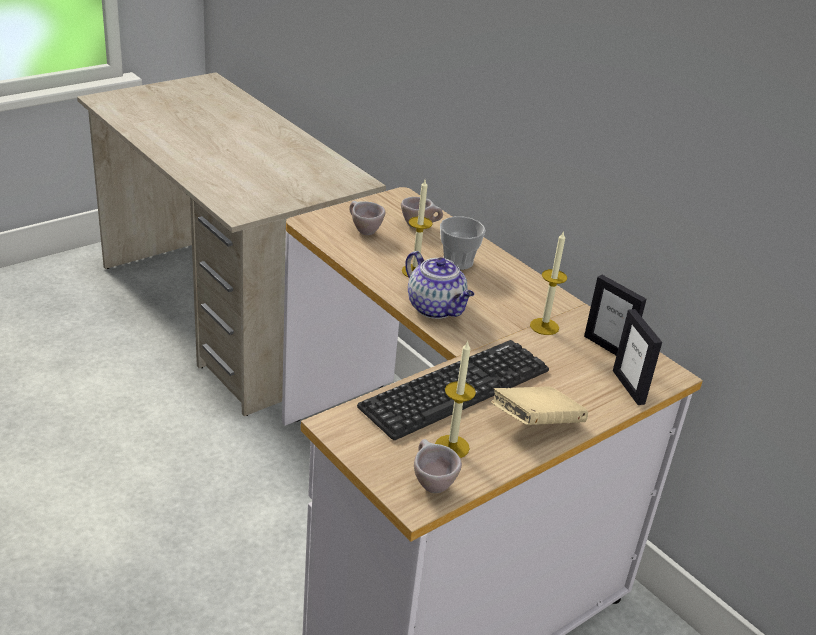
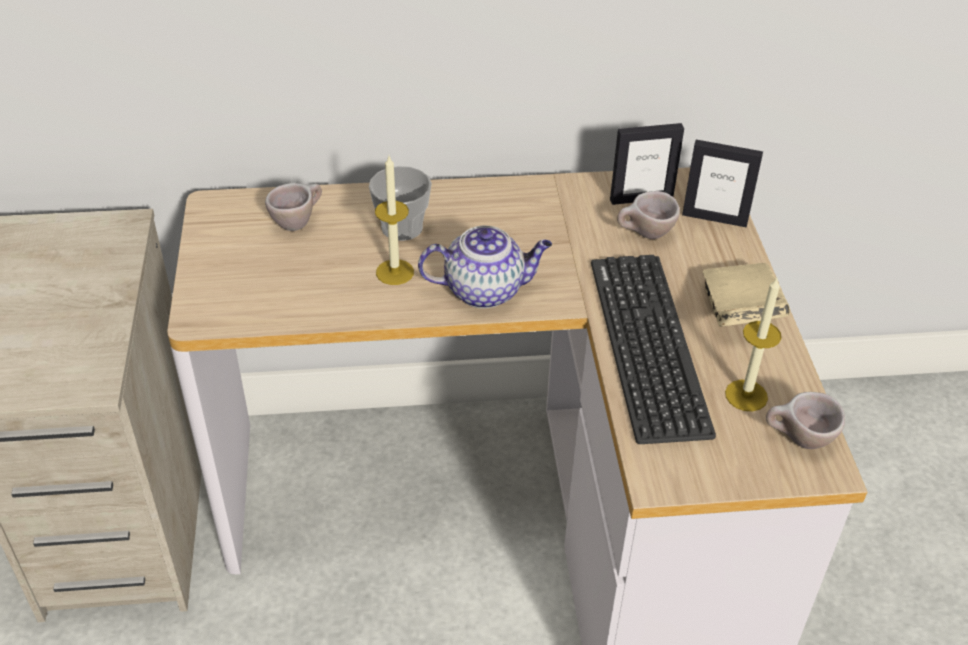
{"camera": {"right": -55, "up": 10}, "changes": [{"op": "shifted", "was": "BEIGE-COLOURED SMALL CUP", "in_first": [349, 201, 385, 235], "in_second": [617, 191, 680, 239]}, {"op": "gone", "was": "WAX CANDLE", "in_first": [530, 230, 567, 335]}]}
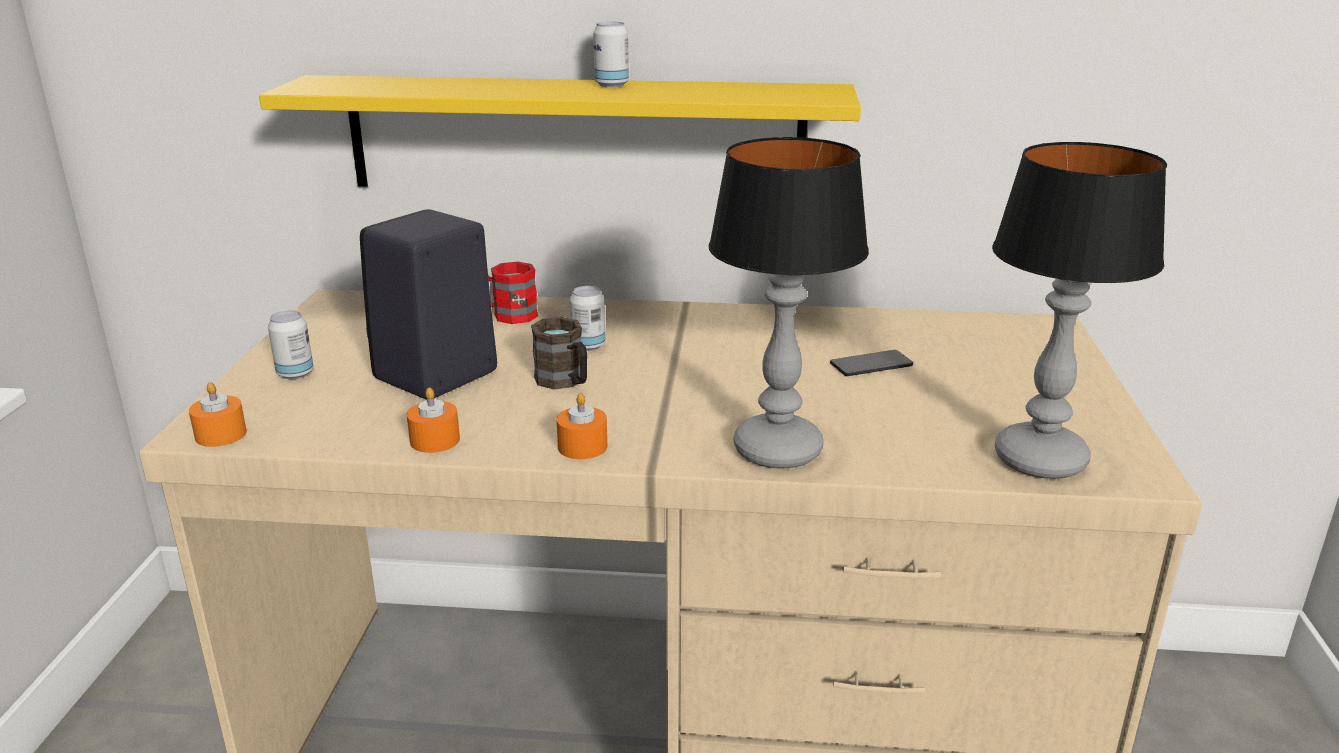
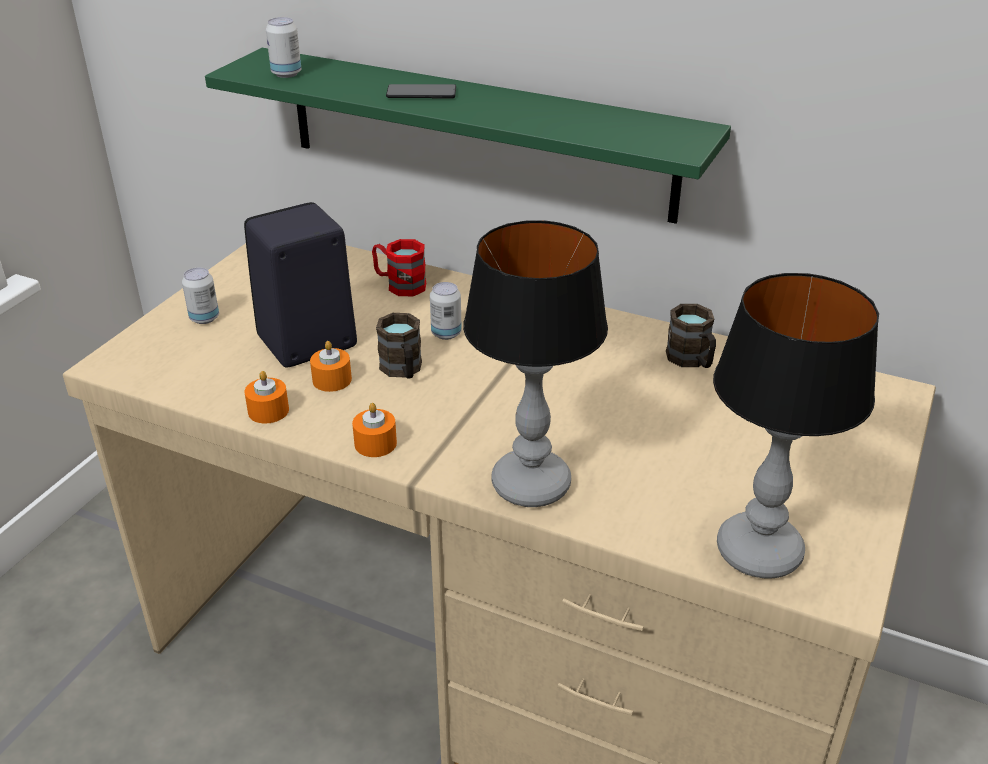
{"camera": {"right": 20, "up": 10}, "changes": [{"op": "repainted", "was": "YELLOWISH BRACKET SHELF", "now": "GREENISH BRACKET SHELF", "in_first": [259, 75, 861, 187], "in_second": [205, 48, 731, 224]}, {"op": "shifted", "was": "SEALED CAN", "in_first": [593, 22, 629, 87], "in_second": [266, 17, 301, 78]}, {"op": "shifted", "was": "ORANGE WAX CANDLE", "in_first": [189, 382, 247, 447], "in_second": [310, 341, 352, 392]}, {"op": "shifted", "was": "HANDSET", "in_first": [830, 350, 913, 376], "in_second": [386, 84, 456, 98]}, {"op": "new", "now": "BROWN TEA MUG", "in_second": [666, 304, 716, 368]}]}
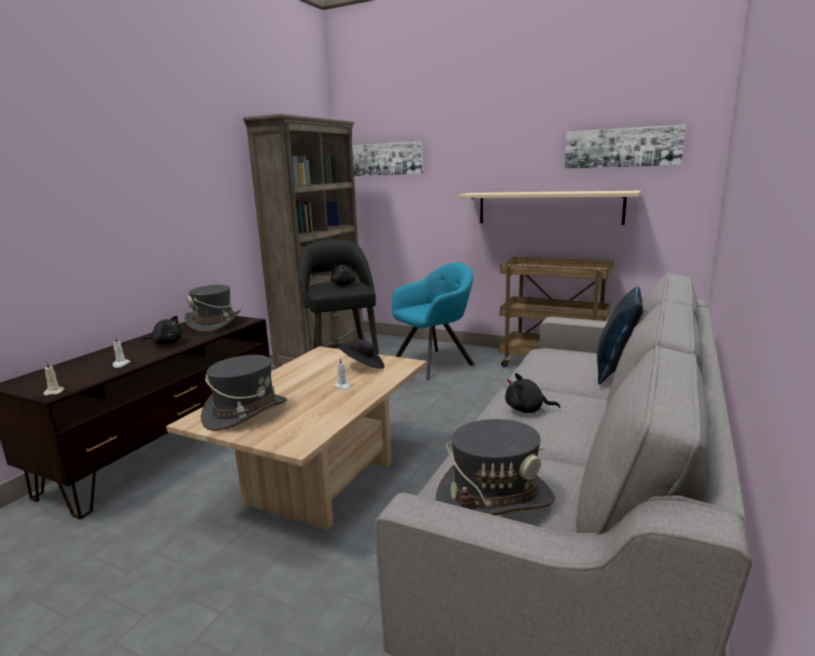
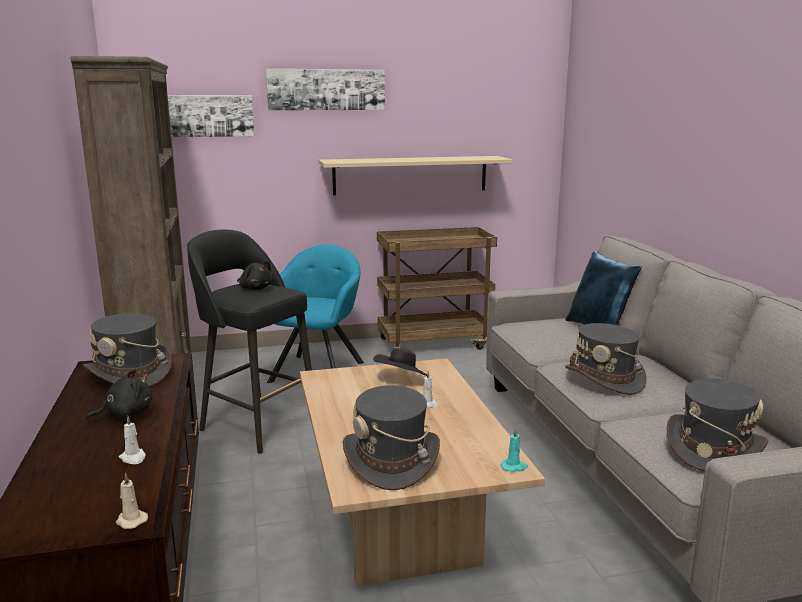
{"camera": {"right": -40, "up": 0}, "changes": [{"op": "shifted", "was": "WALL PICTURE", "in_first": [565, 124, 686, 169], "in_second": [266, 69, 385, 111]}, {"op": "new", "now": "TURQUOISE WAX CANDLE", "in_second": [501, 427, 528, 472]}, {"op": "swapped", "was": "BLACK CUDDLY TOY", "now": "GREY CLOTHING HAT", "in_first": [505, 373, 560, 413], "in_second": [565, 323, 647, 395]}]}
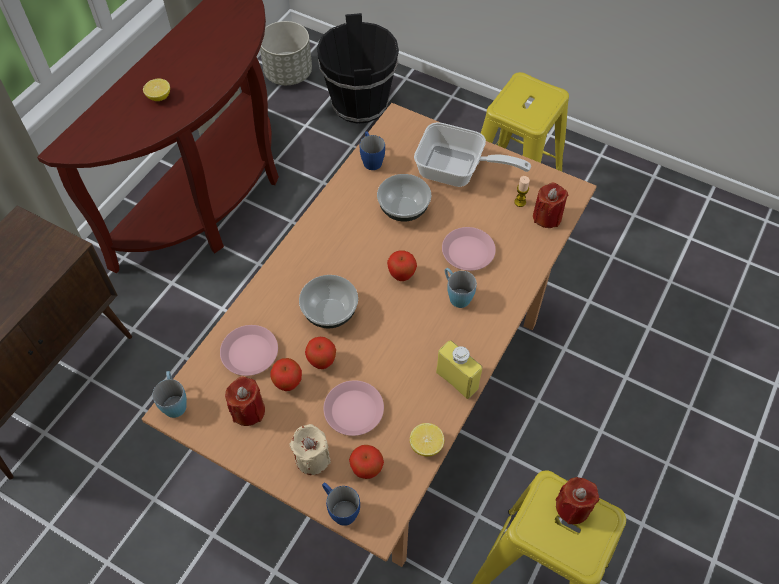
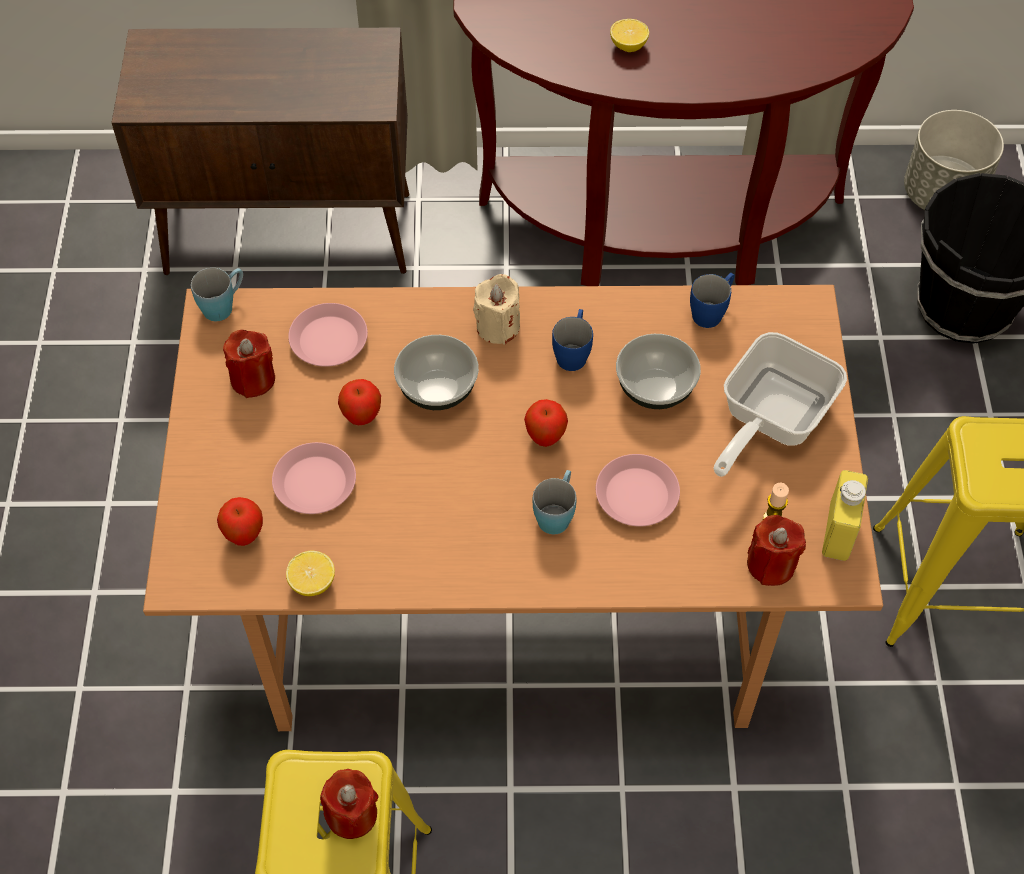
{"camera": {"right": 60, "up": 0}, "changes": [{"op": "shifted", "was": "BEIGE-COLOURED WAX CANDLE", "in_first": [289, 424, 331, 475], "in_second": [473, 274, 520, 345]}, {"op": "shifted", "was": "BLUE-COLOURED TEA MUG", "in_first": [322, 482, 360, 526], "in_second": [552, 309, 593, 371]}, {"op": "rotated", "was": "FRYING PAN", "in_first": [414, 122, 531, 187], "in_second": [713, 332, 847, 477], "clockwise": 45}, {"op": "shifted", "was": "YELLOWISH BOTTLE", "in_first": [436, 341, 482, 399], "in_second": [822, 470, 868, 561]}, {"op": "gone", "was": "WHOLE APPLE", "in_first": [270, 358, 302, 391]}]}
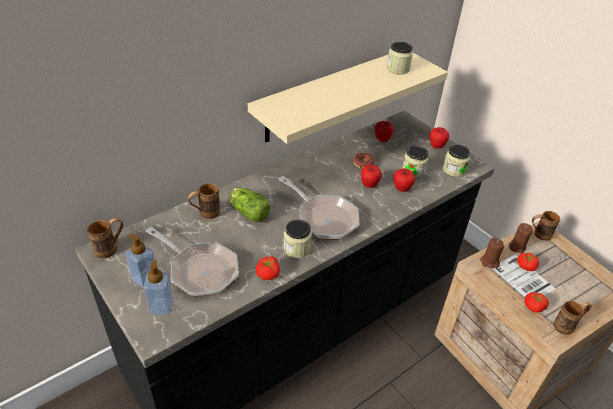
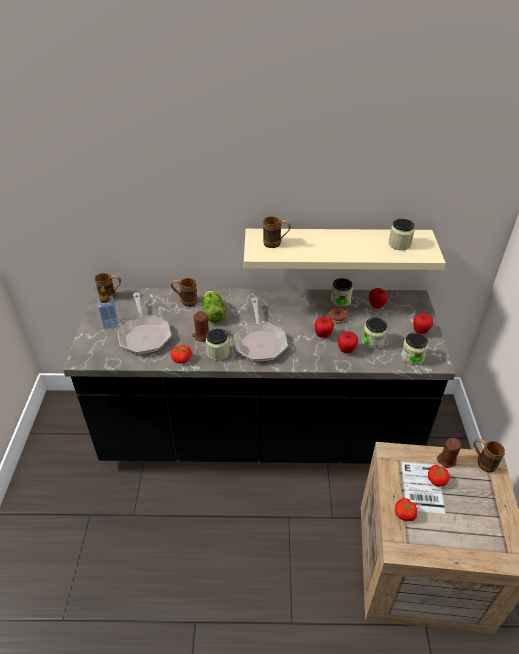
{"camera": {"right": 40, "up": 0}, "changes": [{"op": "shifted", "was": "BROWN WAX CANDLE", "in_first": [480, 238, 504, 268], "in_second": [193, 311, 209, 342]}, {"op": "shifted", "was": "BROWN TEA MUG", "in_first": [554, 301, 592, 335], "in_second": [263, 216, 291, 248]}, {"op": "new", "now": "JAR", "in_second": [330, 278, 353, 307]}, {"op": "gone", "was": "SOAP DISPENSER", "in_first": [143, 260, 174, 315]}]}
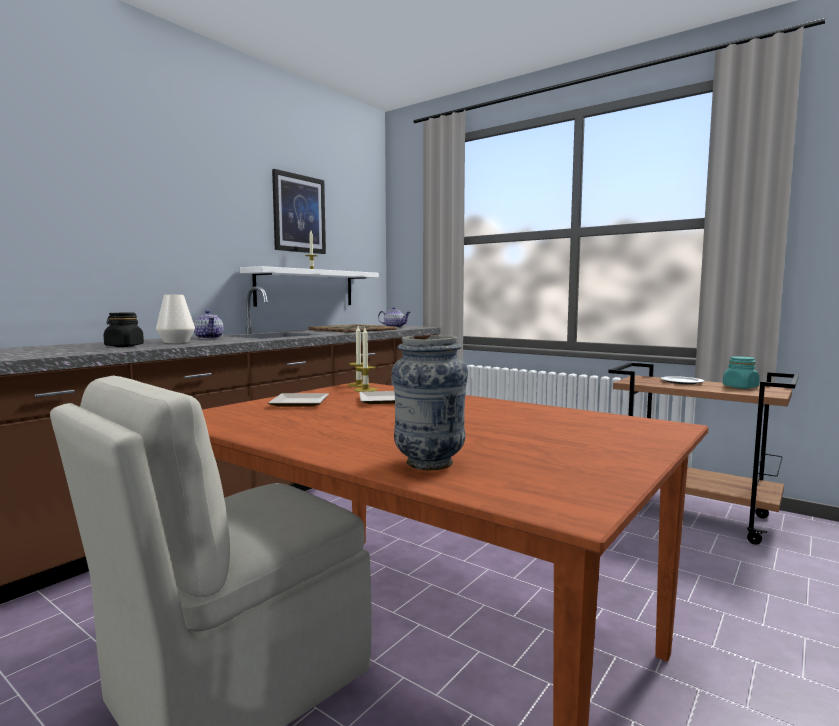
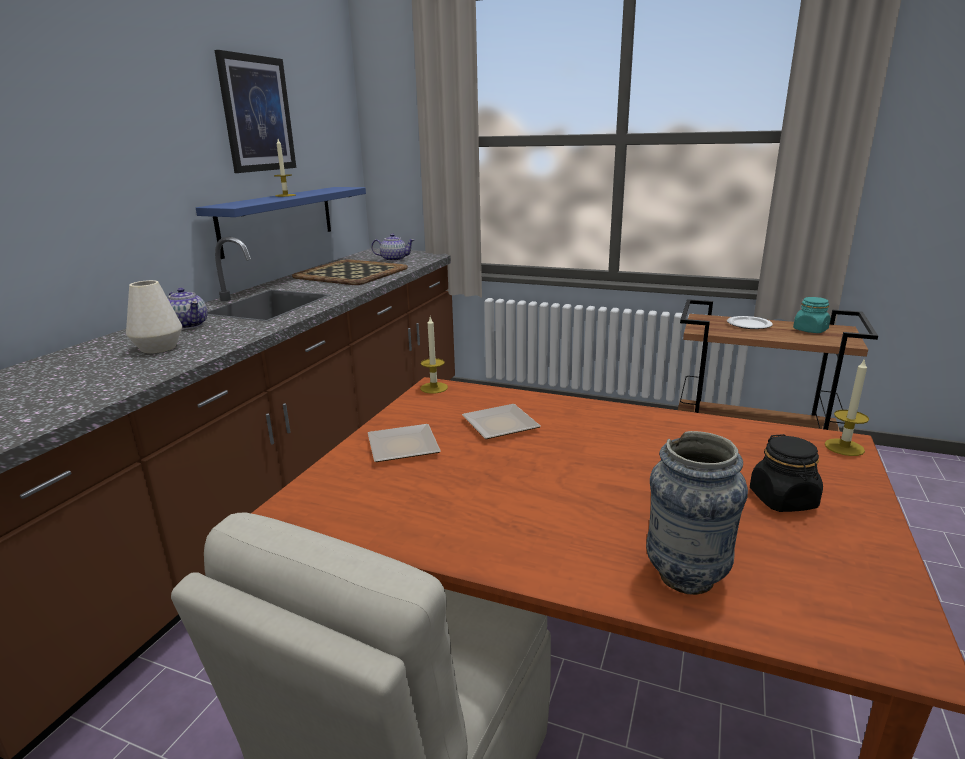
{"camera": {"right": -15, "up": 15}, "changes": [{"op": "repainted", "was": "WHITE-COLOURED BRACKET SHELF", "now": "BLUE-COLOURED BRACKET SHELF", "in_first": [240, 266, 379, 307], "in_second": [196, 187, 366, 259]}, {"op": "shifted", "was": "BLACK JAR", "in_first": [104, 313, 144, 347], "in_second": [750, 434, 823, 512]}, {"op": "shifted", "was": "WAX CANDLE", "in_first": [354, 328, 377, 392], "in_second": [825, 358, 869, 456]}]}
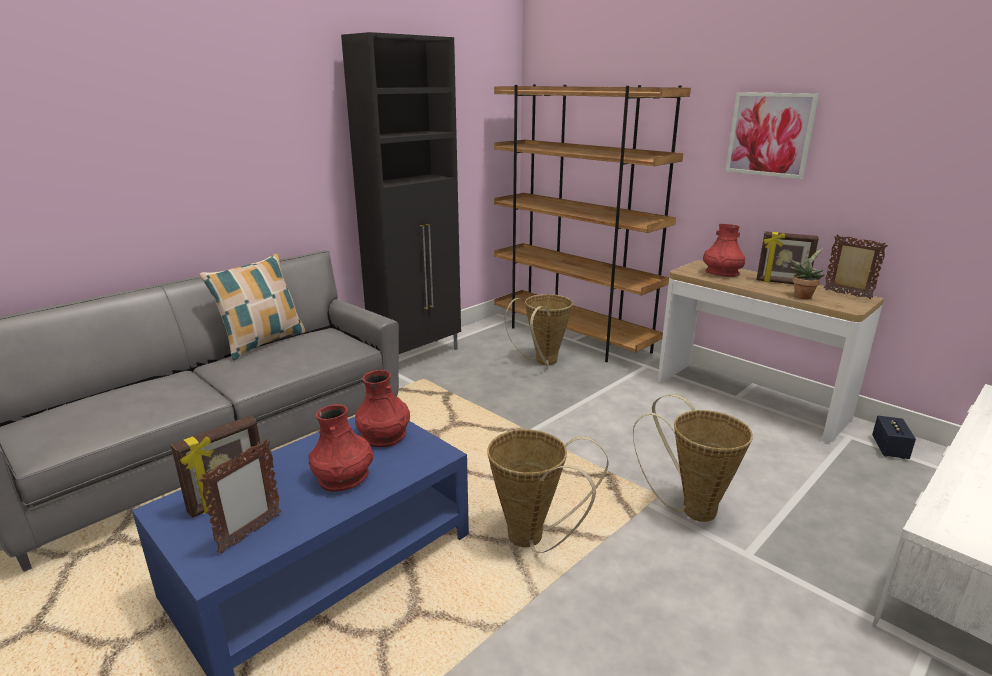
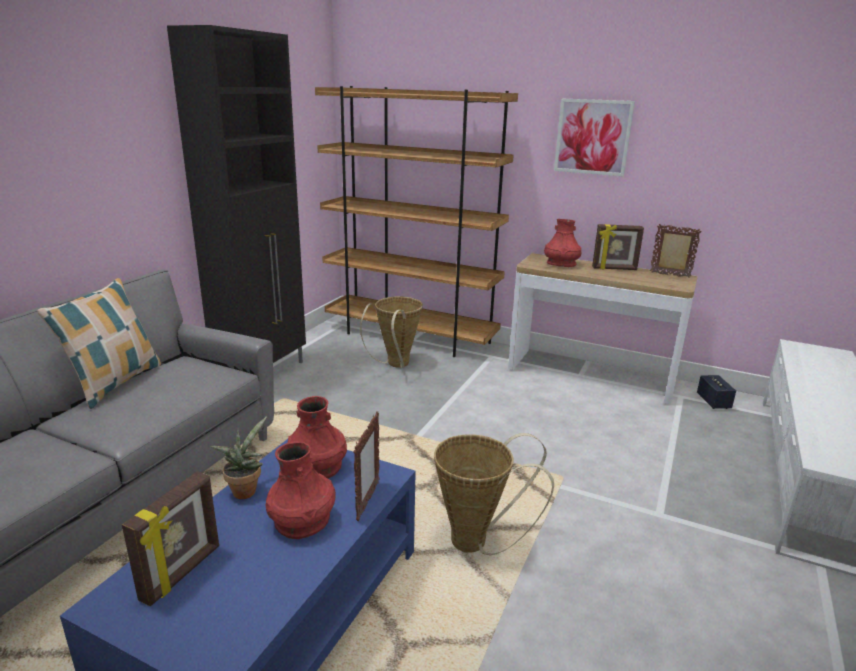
{"camera": {"right": -20, "up": 0}, "changes": [{"op": "shifted", "was": "PLANT IN A POT", "in_first": [789, 248, 825, 299], "in_second": [211, 417, 267, 499]}, {"op": "shifted", "was": "STANDING FRAME", "in_first": [199, 439, 281, 554], "in_second": [353, 411, 380, 521]}, {"op": "gone", "was": "HOUSEHOLD BASKET", "in_first": [633, 394, 753, 522]}]}
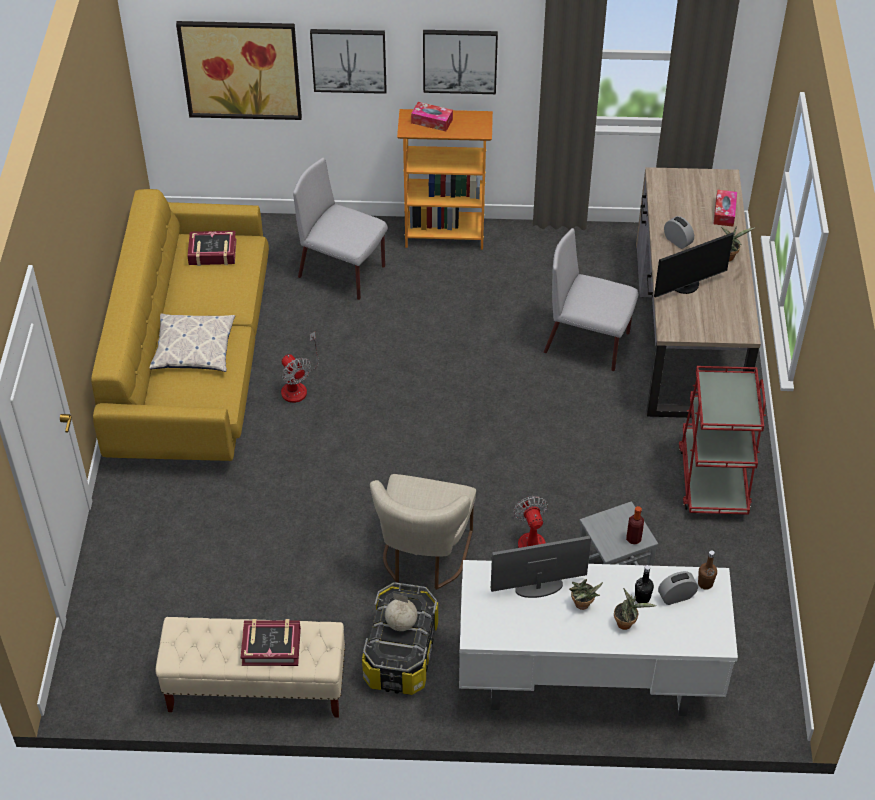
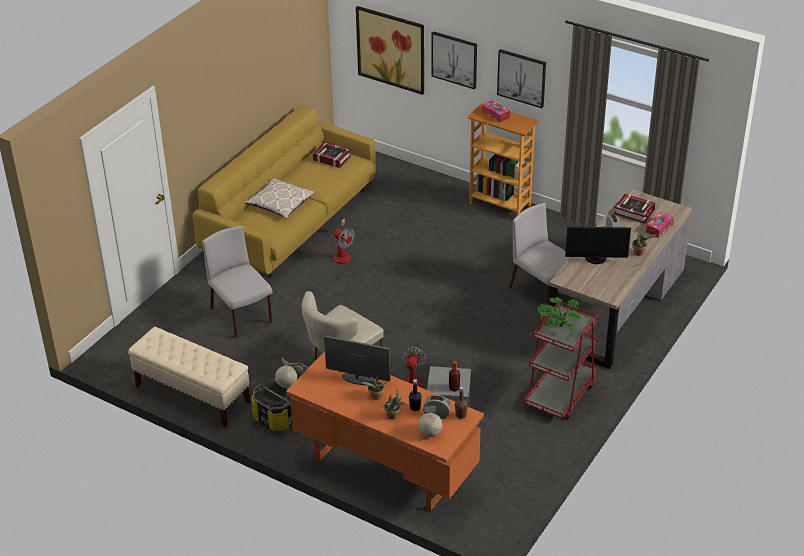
{"camera": {"right": 30, "up": -10}, "changes": [{"op": "shifted", "was": "GREY UPRIGHT CHAIR", "in_first": [293, 158, 388, 300], "in_second": [202, 226, 272, 338]}, {"op": "repainted", "was": "WHITE-COLOURED DESK", "now": "ORANGE DESK", "in_first": [459, 560, 738, 716], "in_second": [286, 352, 484, 511]}, {"op": "rotated", "was": "FAN", "in_first": [281, 332, 319, 403], "in_second": [332, 218, 355, 264], "clockwise": -45}, {"op": "new", "now": "GLOBE", "in_second": [418, 406, 442, 437]}, {"op": "new", "now": "PLANT IN A POT", "in_second": [537, 297, 581, 331]}, {"op": "shifted", "was": "BOOK", "in_first": [240, 619, 301, 666], "in_second": [613, 194, 656, 224]}]}
